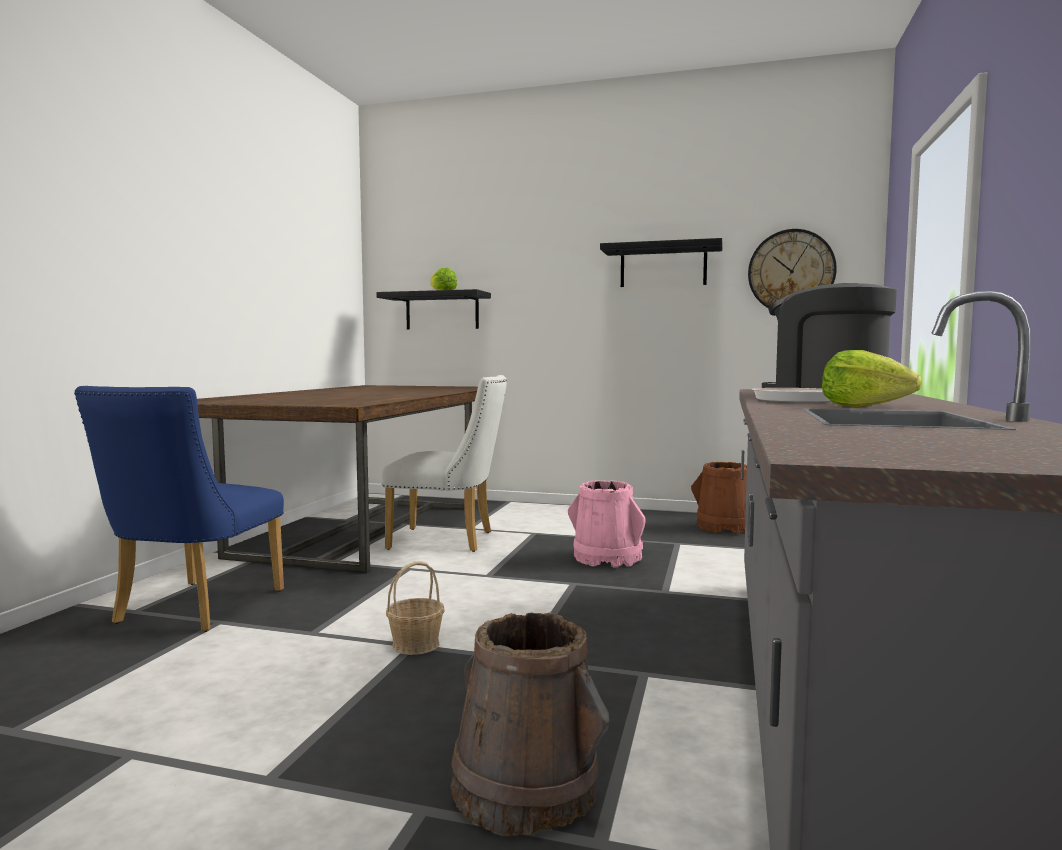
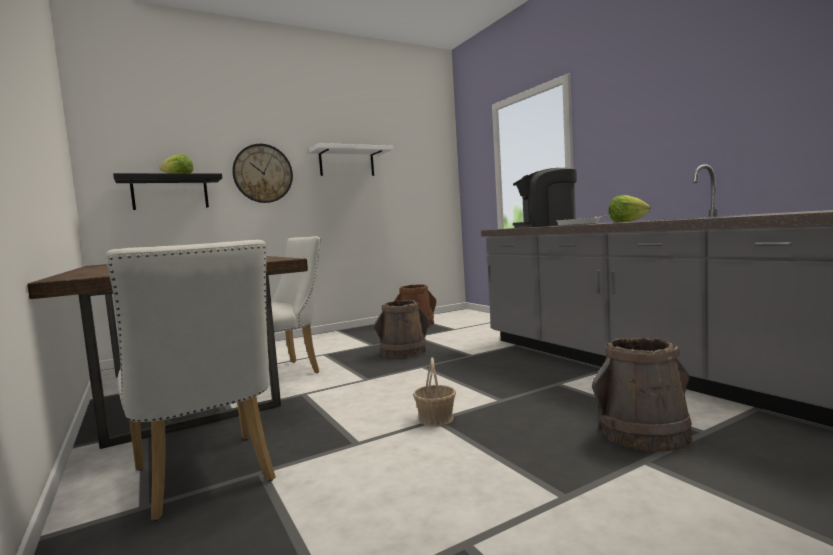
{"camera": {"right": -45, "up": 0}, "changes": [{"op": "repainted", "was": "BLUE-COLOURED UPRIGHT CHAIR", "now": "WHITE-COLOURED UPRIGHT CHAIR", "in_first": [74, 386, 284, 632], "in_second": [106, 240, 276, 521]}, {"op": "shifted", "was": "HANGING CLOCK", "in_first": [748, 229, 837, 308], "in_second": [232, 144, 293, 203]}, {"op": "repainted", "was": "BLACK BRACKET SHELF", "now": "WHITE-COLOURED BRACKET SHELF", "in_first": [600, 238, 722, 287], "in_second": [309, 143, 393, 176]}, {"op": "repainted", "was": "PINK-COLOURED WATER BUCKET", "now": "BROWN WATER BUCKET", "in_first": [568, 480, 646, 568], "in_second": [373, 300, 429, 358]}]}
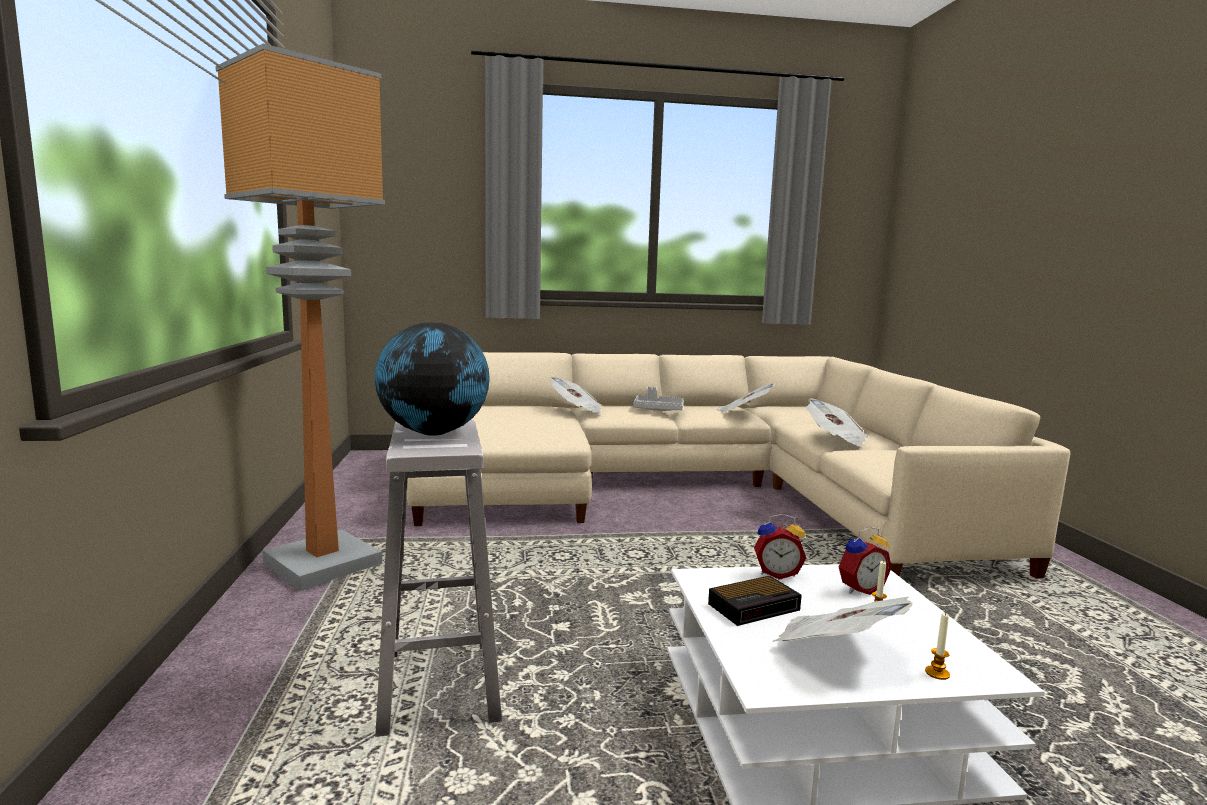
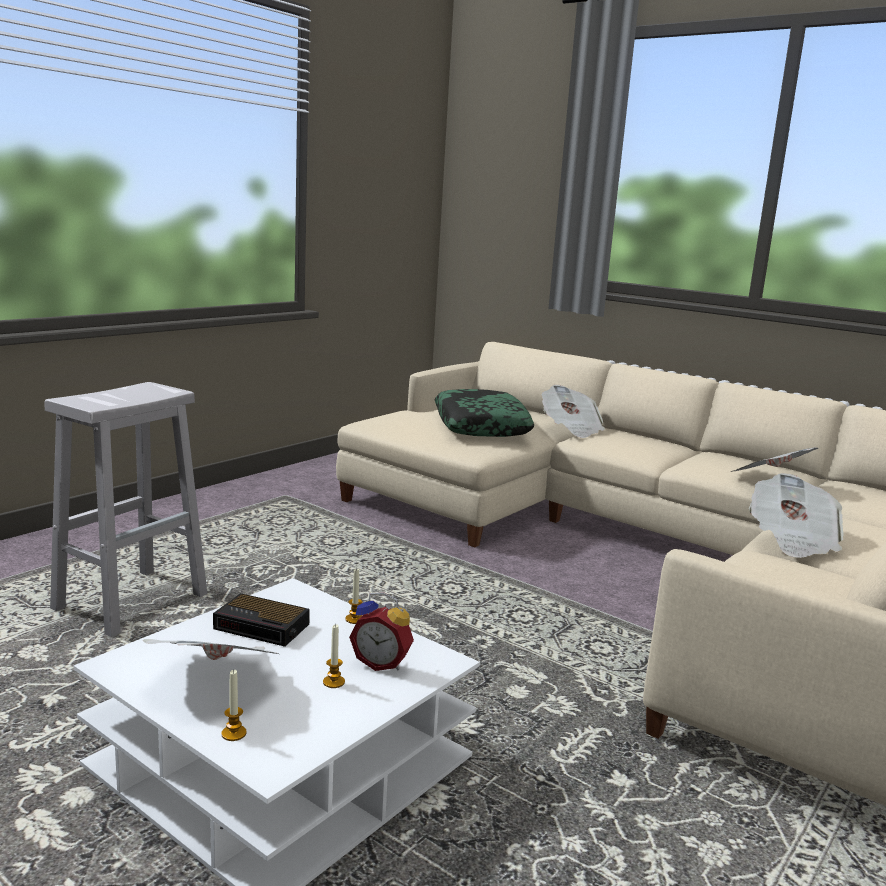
{"camera": {"right": 45, "up": 5}, "changes": [{"op": "swapped", "was": "BEDSIDE CLOCK", "now": "WAX CANDLE", "in_first": [754, 514, 806, 580], "in_second": [345, 568, 363, 624]}, {"op": "new", "now": "CUSHION", "in_second": [435, 389, 534, 437]}, {"op": "gone", "was": "STANDARD LAMP", "in_first": [215, 44, 385, 591]}, {"op": "gone", "was": "GLOBE", "in_first": [375, 323, 490, 436]}, {"op": "gone", "was": "GREY TRAY", "in_first": [633, 387, 684, 411]}]}
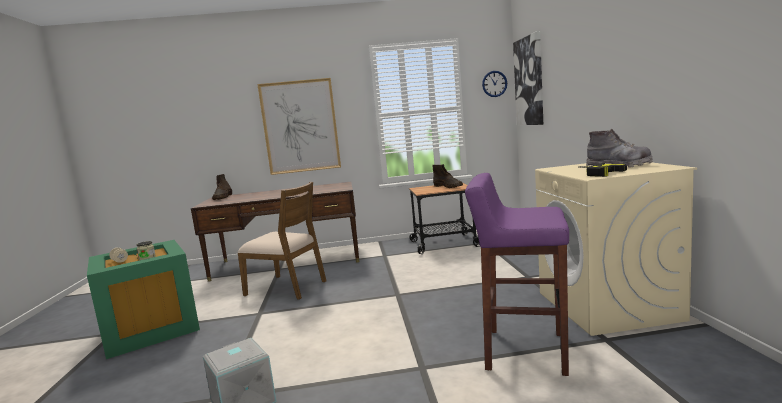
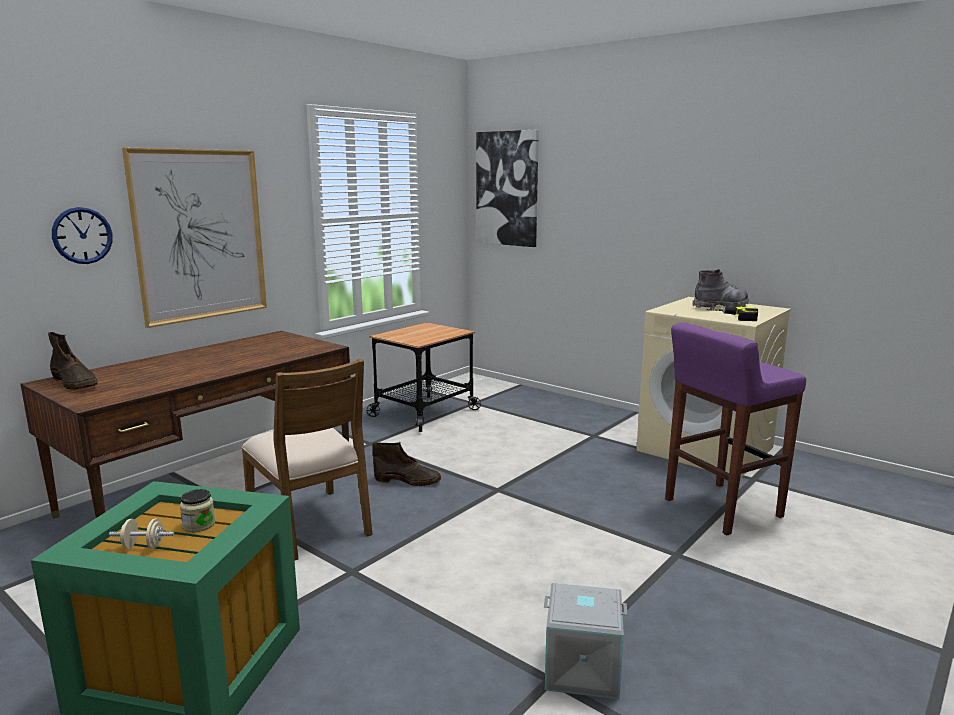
{"camera": {"right": -45, "up": 5}, "changes": [{"op": "shifted", "was": "HANGING CLOCK", "in_first": [482, 71, 507, 97], "in_second": [52, 207, 113, 264]}, {"op": "rotated", "was": "BROWN UPRIGHT CHAIR", "in_first": [237, 182, 326, 300], "in_second": [241, 359, 373, 561], "clockwise": 75}, {"op": "shifted", "was": "BROWN HIGH-TOP BOOT", "in_first": [432, 164, 463, 188], "in_second": [372, 442, 441, 486]}]}
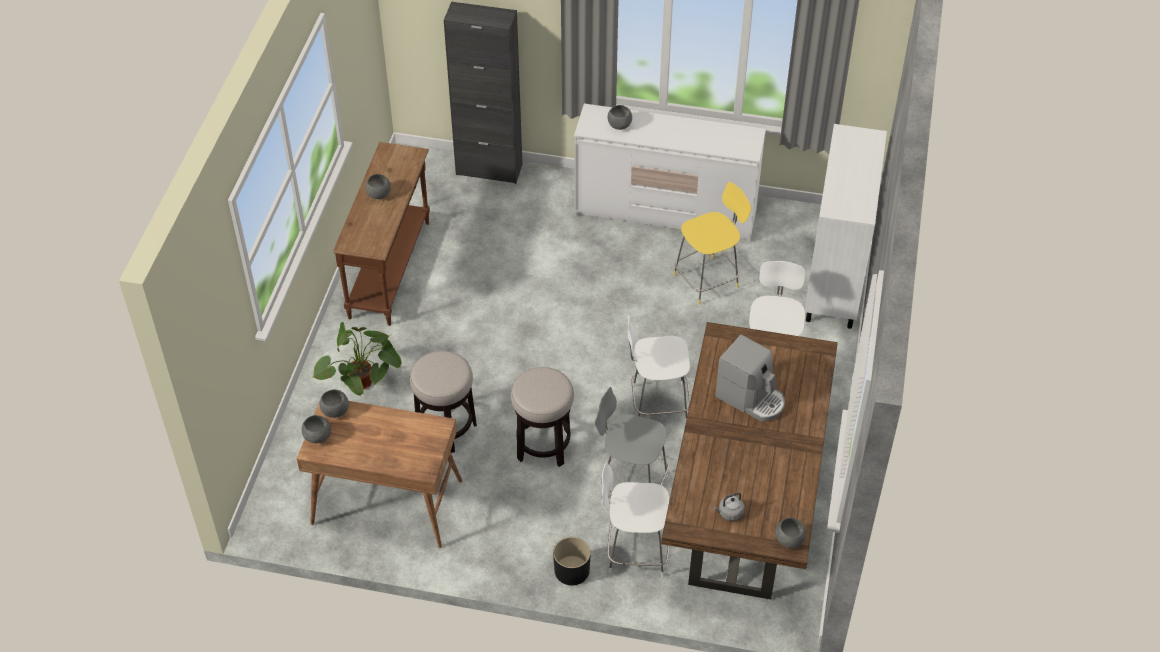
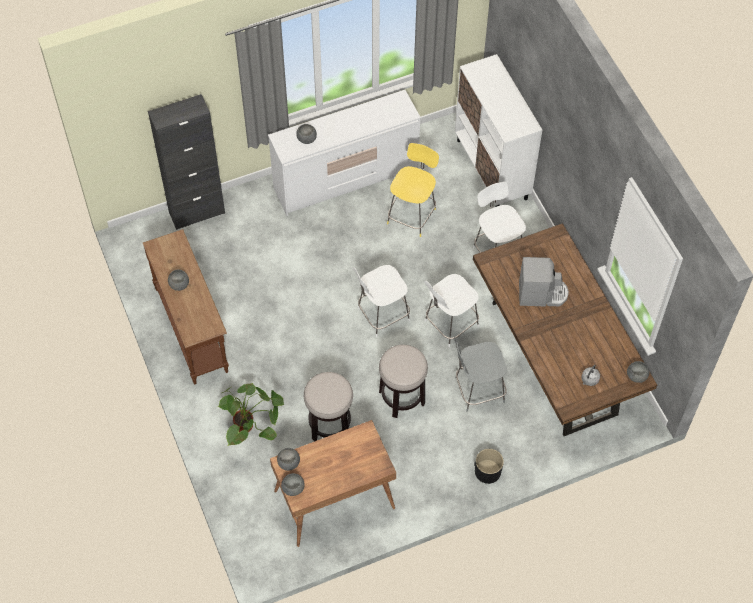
{"camera": {"right": -35, "up": 10}, "changes": [{"op": "shifted", "was": "WHITE-COLOURED UPRIGHT CHAIR", "in_first": [602, 459, 669, 577], "in_second": [353, 265, 410, 337]}]}
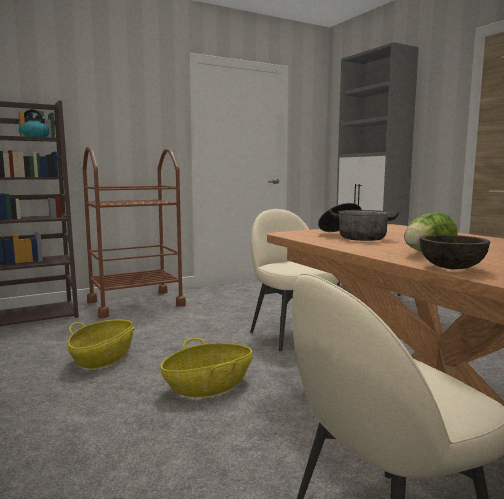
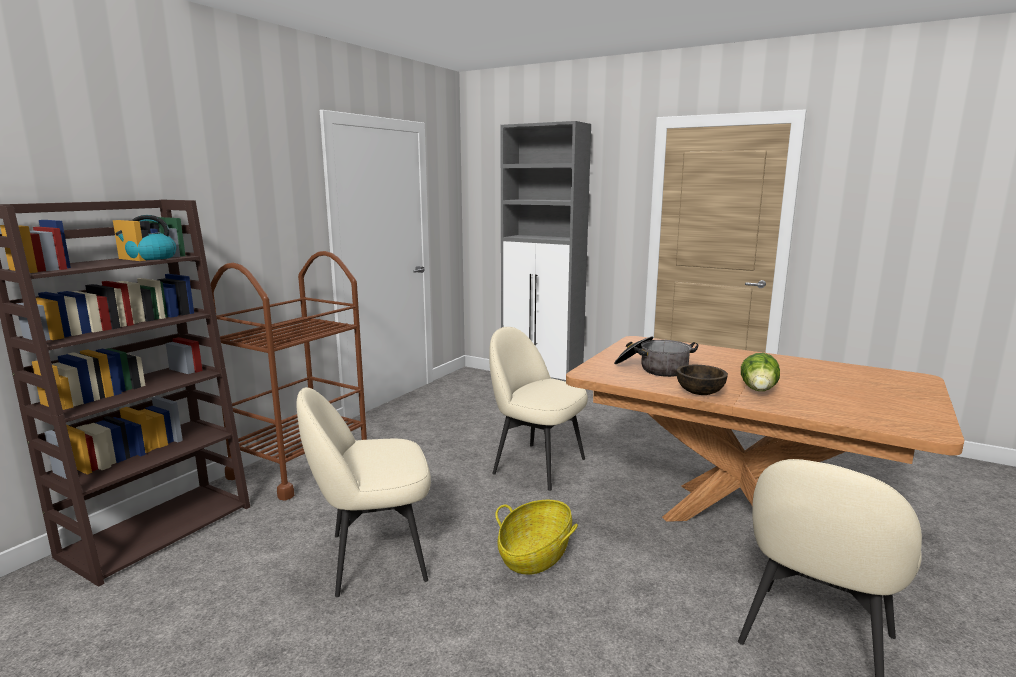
{"camera": {"right": -30, "up": 5}, "changes": [{"op": "swapped", "was": "HOUSEHOLD BASKET", "now": "BEIGE-COLOURED UPRIGHT CHAIR", "in_first": [68, 320, 135, 369], "in_second": [296, 387, 431, 597]}, {"op": "shifted", "was": "BROWN DEEP DISH", "in_first": [420, 235, 490, 270], "in_second": [677, 365, 728, 395]}]}
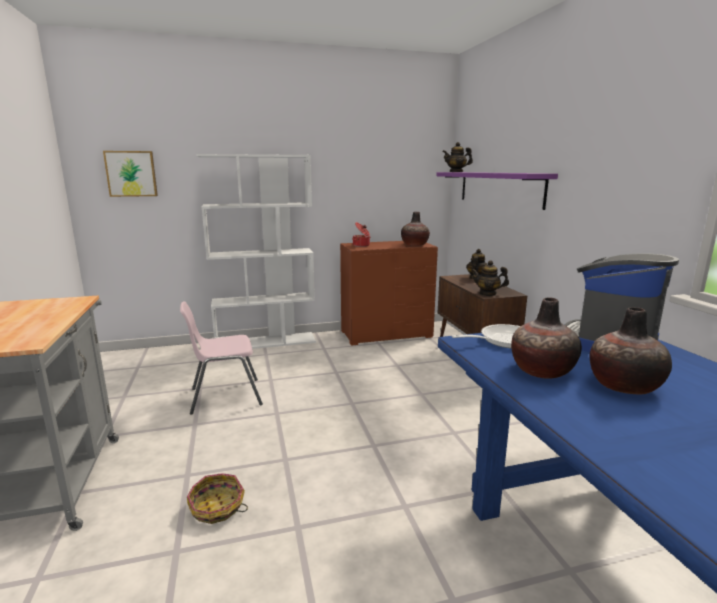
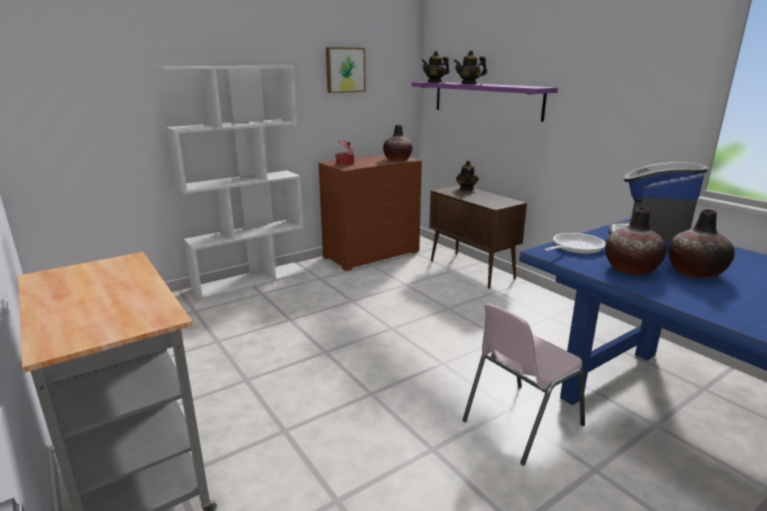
{"camera": {"right": -20, "up": 5}, "changes": [{"op": "shifted", "was": "WALL PICTURE", "in_first": [103, 151, 158, 197], "in_second": [326, 47, 366, 93]}, {"op": "shifted", "was": "TEAPOT", "in_first": [471, 261, 509, 296], "in_second": [454, 50, 487, 84]}, {"op": "shifted", "was": "PINK-COLOURED UPRIGHT CHAIR", "in_first": [180, 301, 263, 415], "in_second": [463, 303, 585, 465]}, {"op": "gone", "was": "HOUSEHOLD BASKET", "in_first": [187, 473, 248, 524]}]}
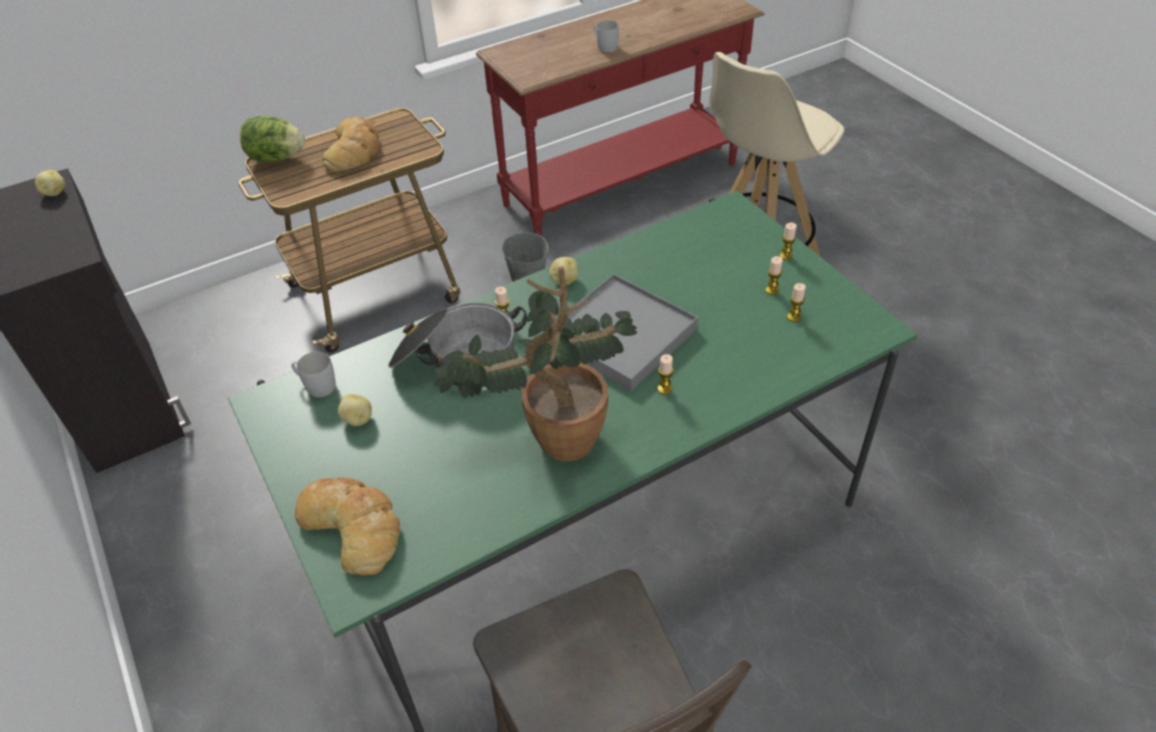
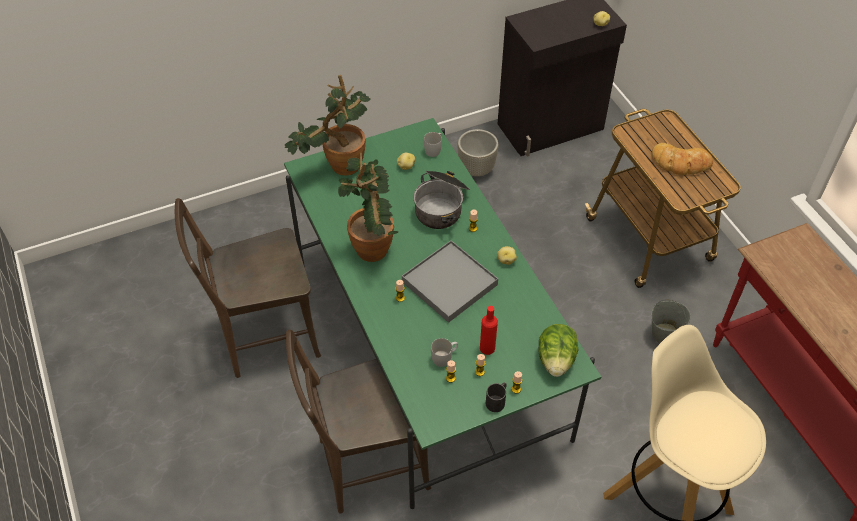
{"camera": {"right": 95, "up": 5}, "changes": [{"op": "swapped", "was": "BREAD", "now": "PLANT IN A POT", "in_first": [295, 477, 400, 575], "in_second": [284, 75, 371, 176]}, {"op": "new", "now": "BROWN UPRIGHT CHAIR", "in_second": [286, 330, 431, 513]}, {"op": "shifted", "was": "WHITE-COLOURED TEA MUG", "in_first": [594, 20, 619, 53], "in_second": [431, 338, 458, 367]}, {"op": "new", "now": "GREY PLANT POT", "in_second": [458, 129, 498, 177]}, {"op": "new", "now": "RED-COLOURED BOTTLE", "in_second": [480, 306, 498, 355]}, {"op": "new", "now": "BLACK TEA MUG", "in_second": [486, 383, 506, 412]}, {"op": "shifted", "was": "HEAD OF LETTUCE", "in_first": [240, 116, 305, 162], "in_second": [538, 324, 578, 377]}]}
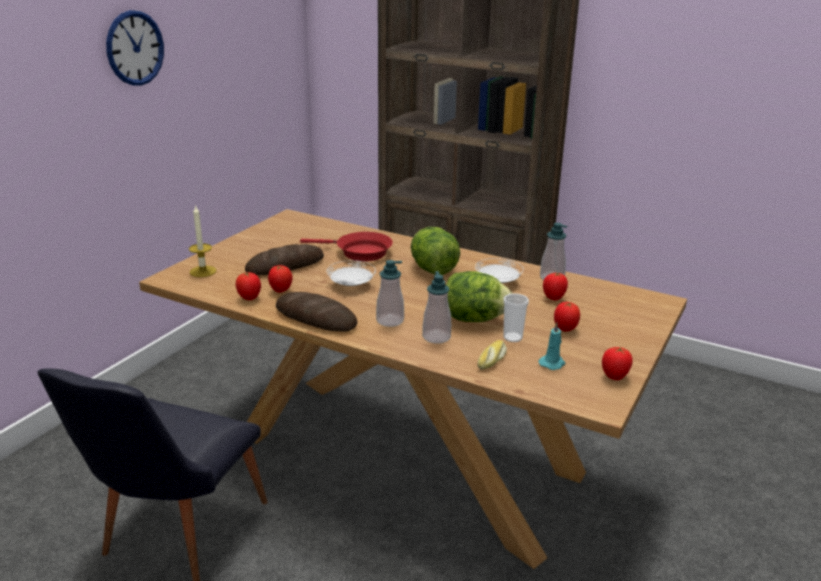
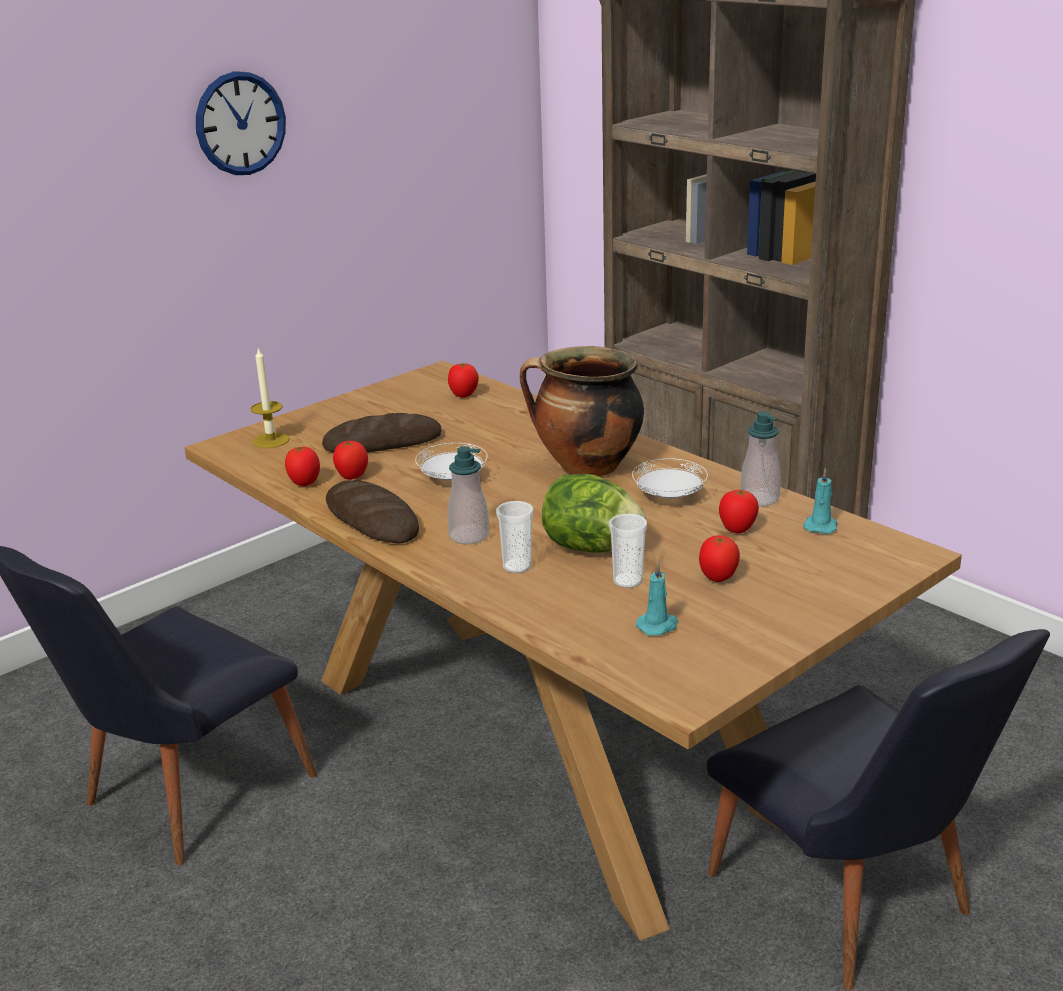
{"camera": {"right": 20, "up": 0}, "changes": [{"op": "shifted", "was": "TOMATO", "in_first": [602, 346, 632, 380], "in_second": [448, 363, 479, 398]}, {"op": "swapped", "was": "SOAP DISPENSER", "now": "SMALL CUP", "in_first": [422, 271, 451, 344], "in_second": [496, 501, 533, 573]}, {"op": "swapped", "was": "HEAD OF LETTUCE", "now": "SAUCEPOT", "in_first": [411, 227, 460, 275], "in_second": [520, 346, 644, 477]}, {"op": "new", "now": "BLACK UPRIGHT CHAIR", "in_second": [706, 629, 1050, 990]}, {"op": "new", "now": "TURQUOISE WAX CANDLE", "in_second": [803, 468, 837, 534]}, {"op": "gone", "was": "RED-COLOURED FRYING PAN", "in_first": [300, 232, 393, 261]}, {"op": "gone", "was": "BREAD", "in_first": [477, 340, 507, 370]}]}
